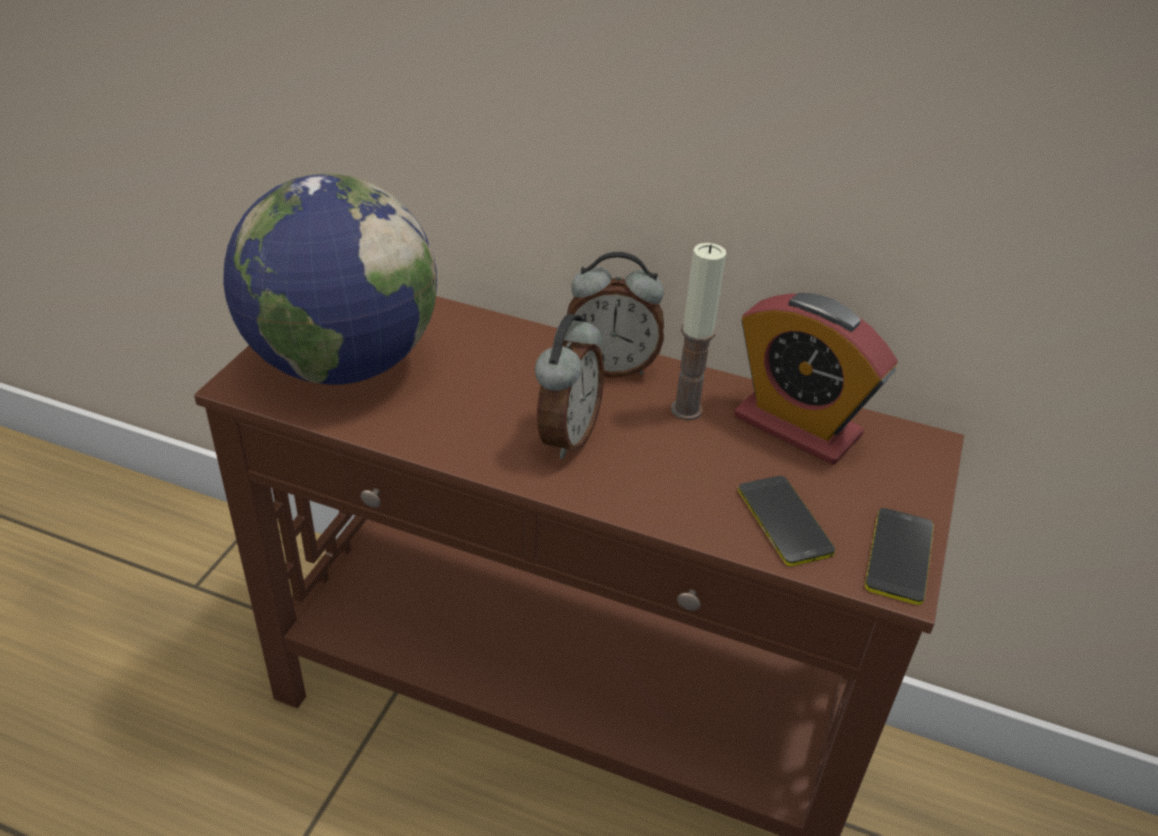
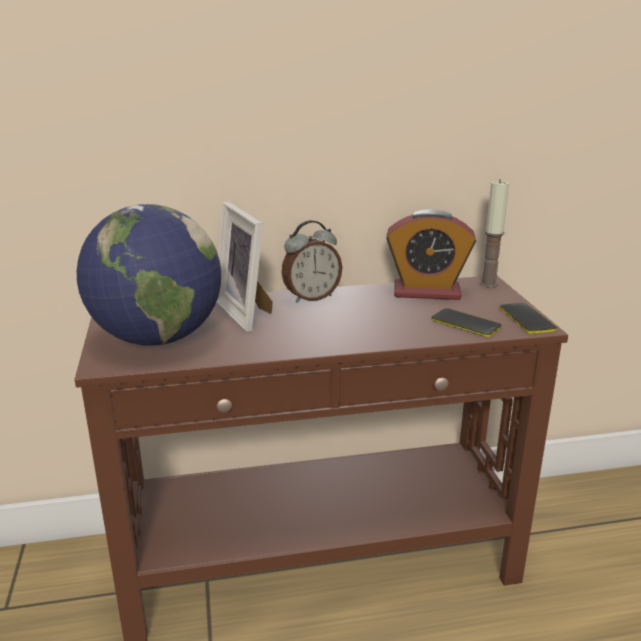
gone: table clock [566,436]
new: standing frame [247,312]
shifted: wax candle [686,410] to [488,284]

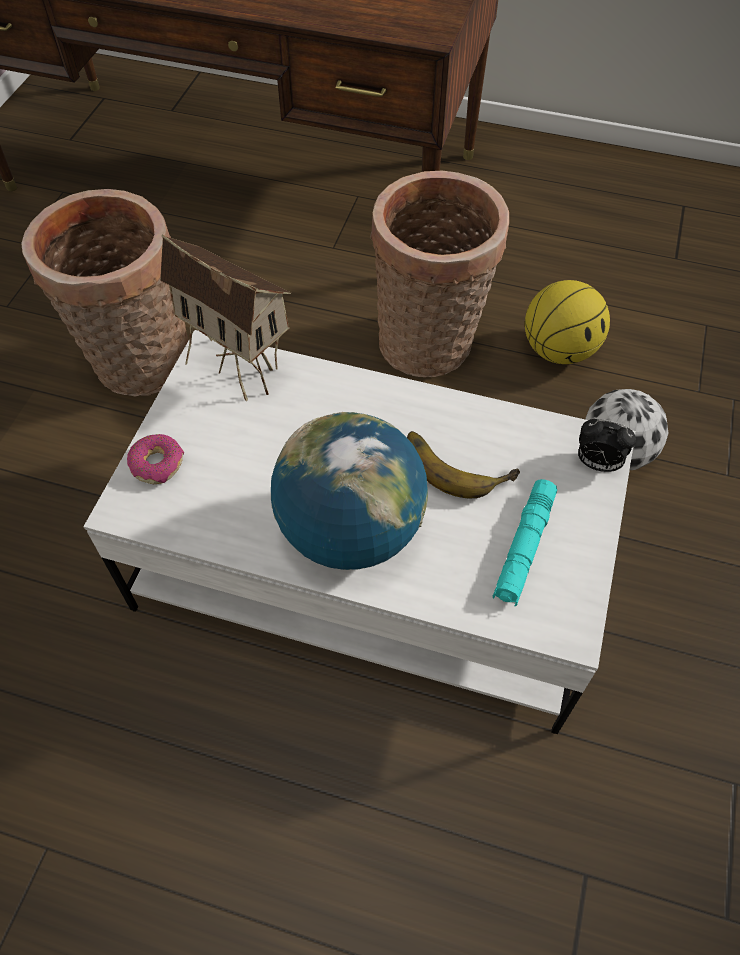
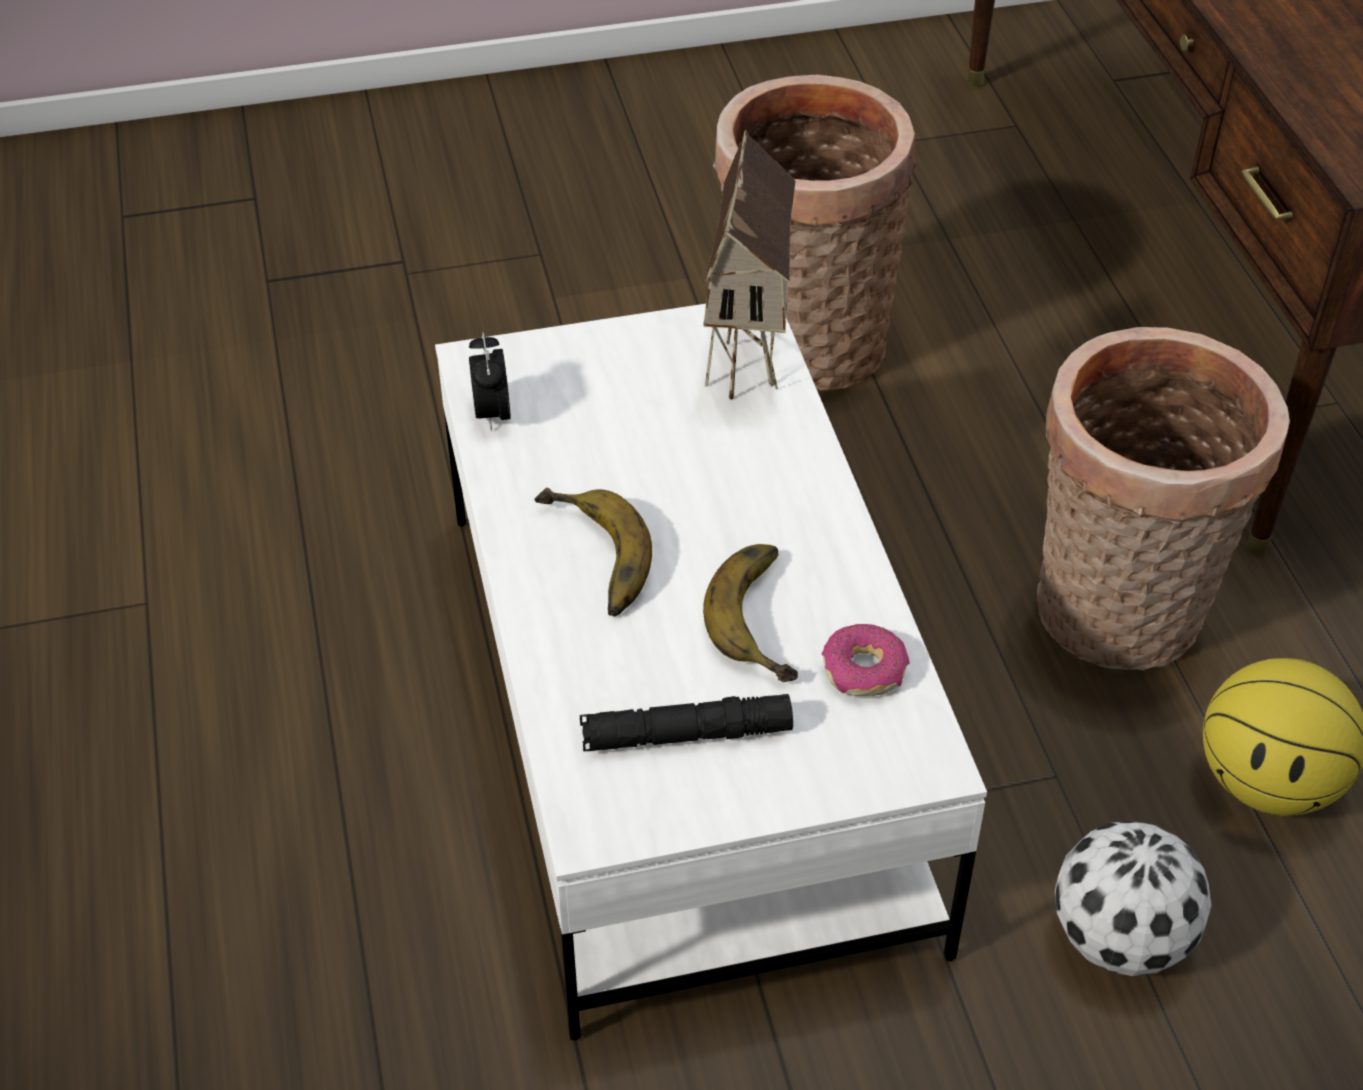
shifted: ring doughnut [157,464] to [864,671]; table clock [596,463] to [492,413]
swapped: world globe [350,531] to banana fruit [588,559]
repainted: torch (turquoise-coloured) [524,547] to torch (black-coloured) [686,735]

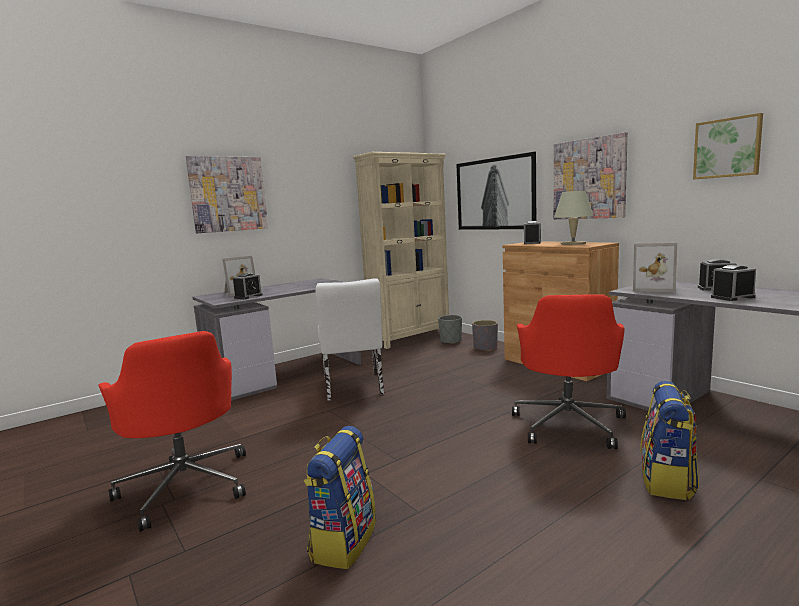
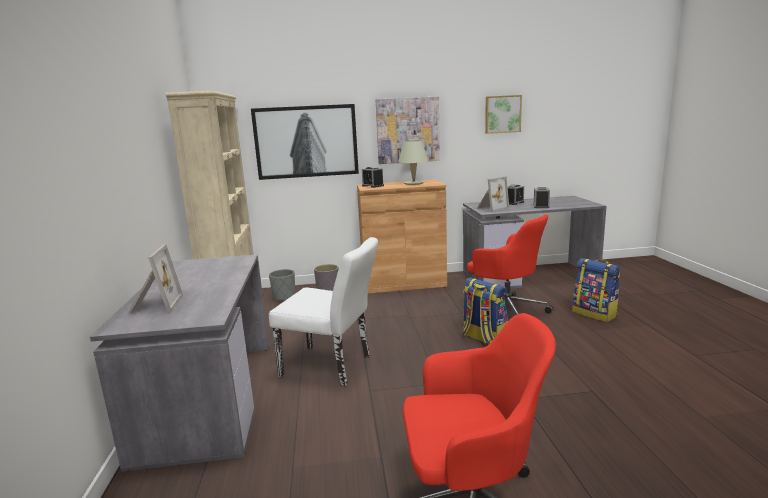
gone: wall picture [228,194]; table clock [248,296]
shifted: knapsack [343,541] to [483,338]

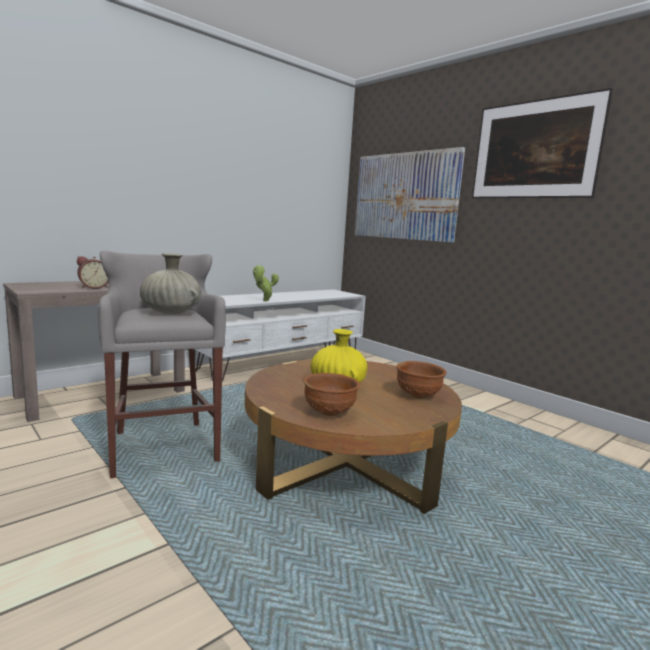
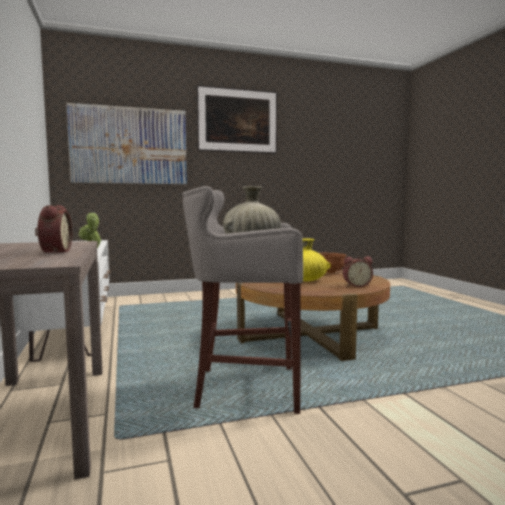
swapped: deep dish (brownish) [330,413] to table clock [356,285]

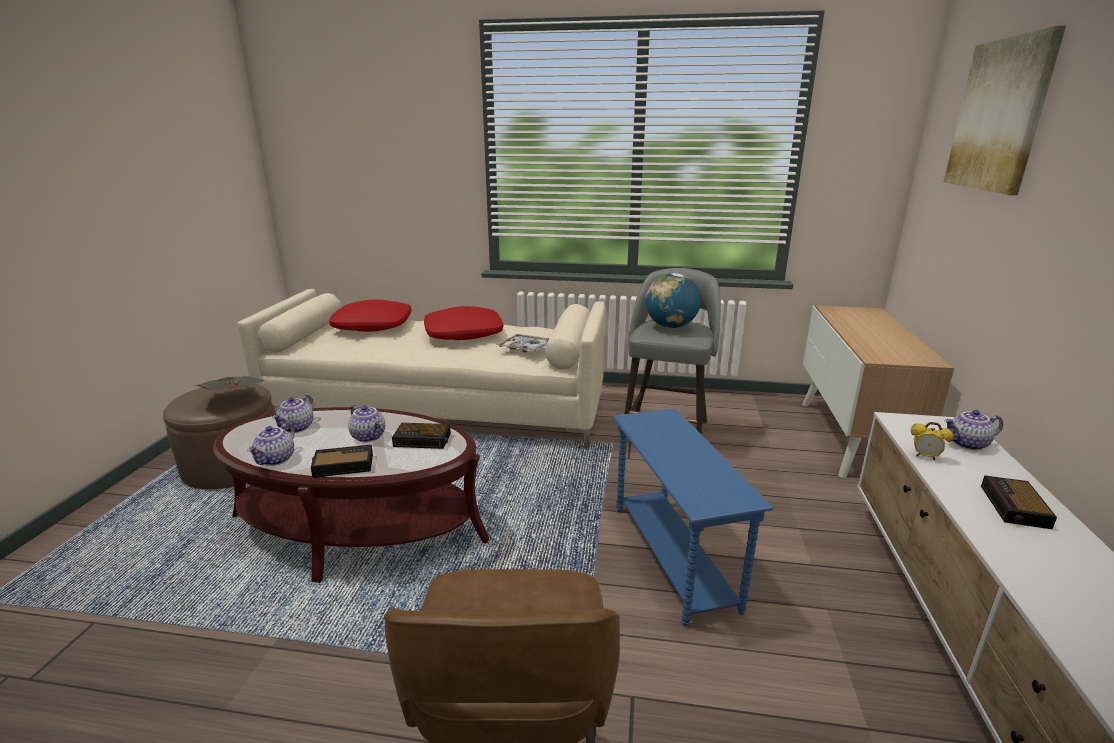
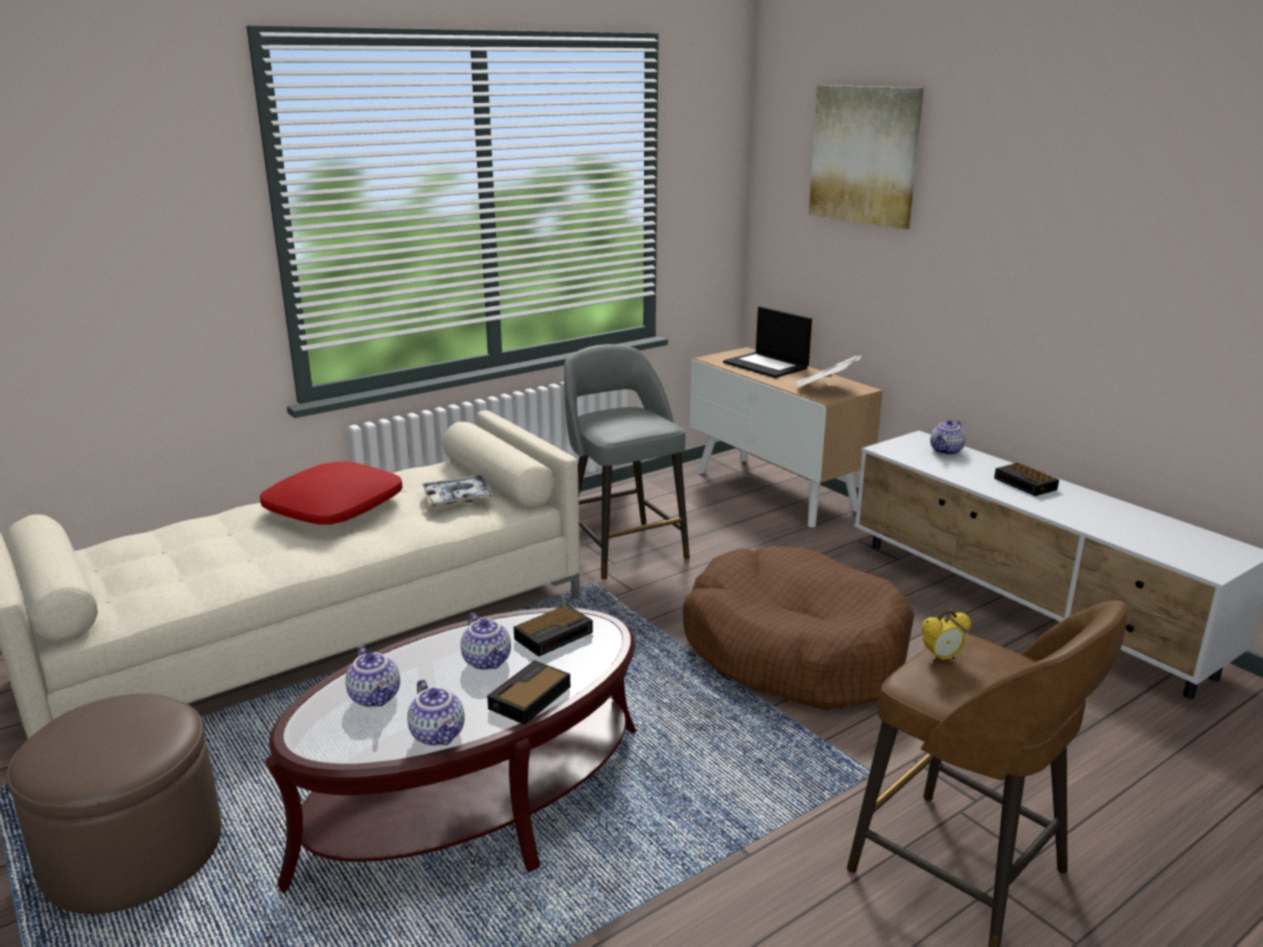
gone: cushion (red) [373,325]; world globe [671,326]
new: portable computer [767,365]
shifted: printed paper [235,399] to [824,388]; table clock [925,457] to [941,658]
swapped: accent table (blue-coloured) [674,555] to dog cushion (brownish) [794,650]
rotated: teapot [369,436] = [488,661] 60 degrees clockwise

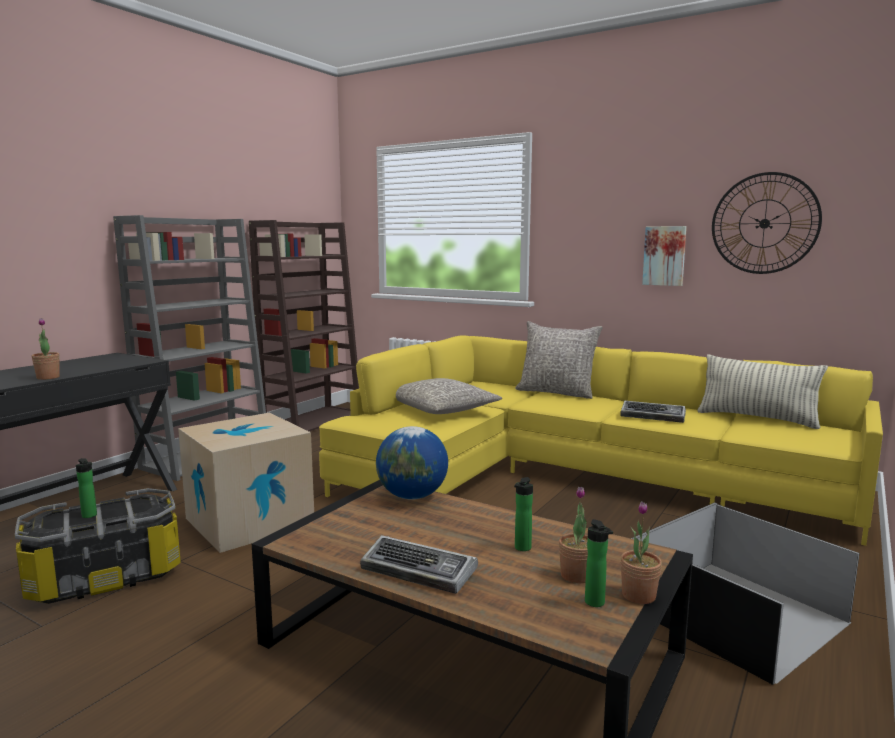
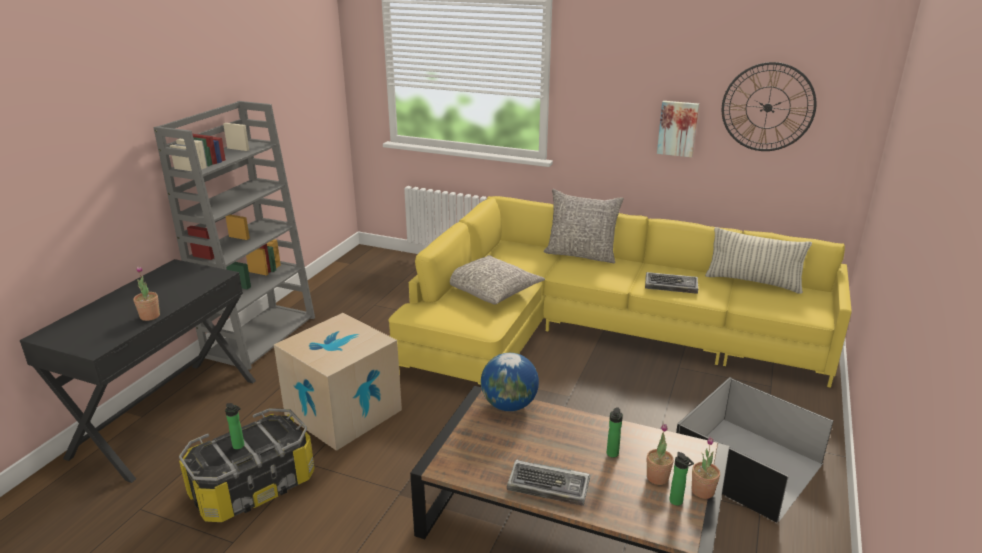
gone: shelving unit (brownish) [313,422]

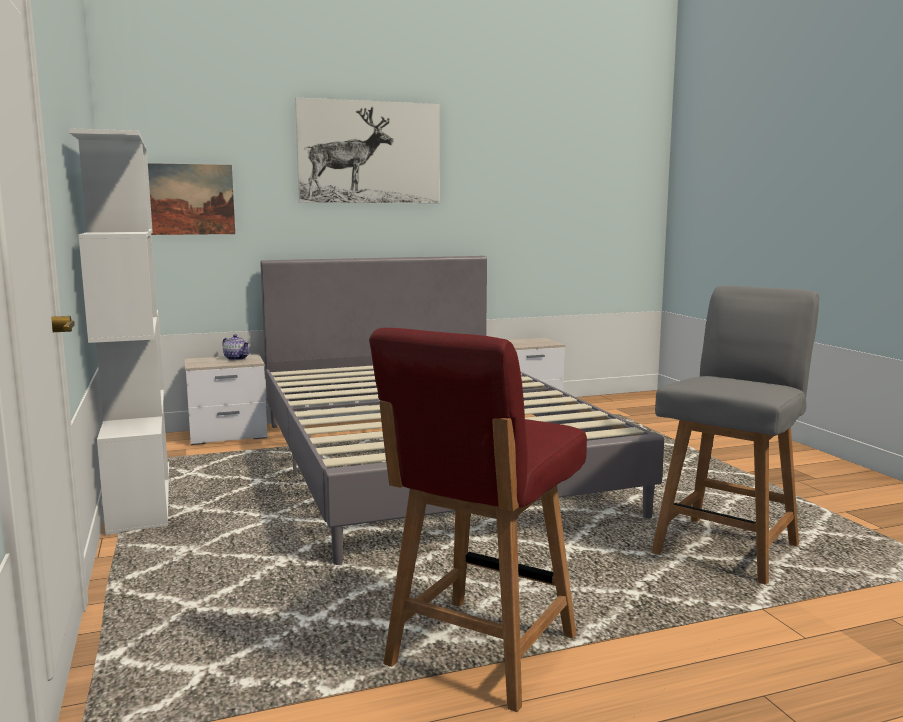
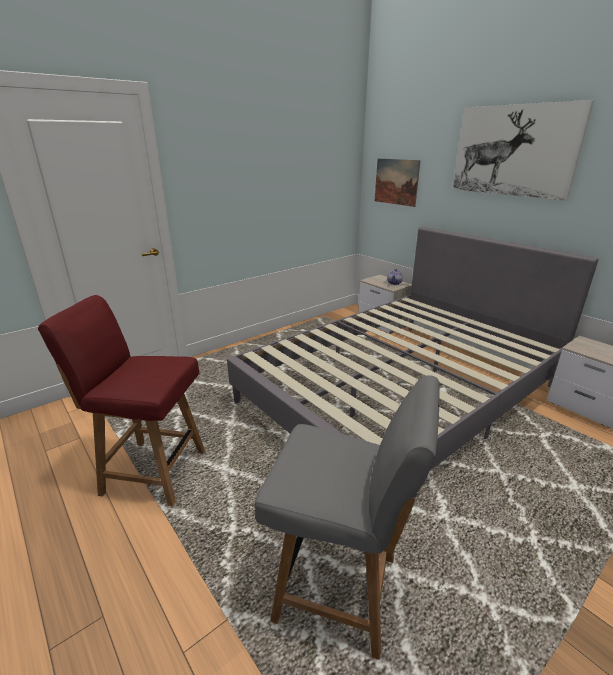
gone: shelving unit (whitish) [139,495]

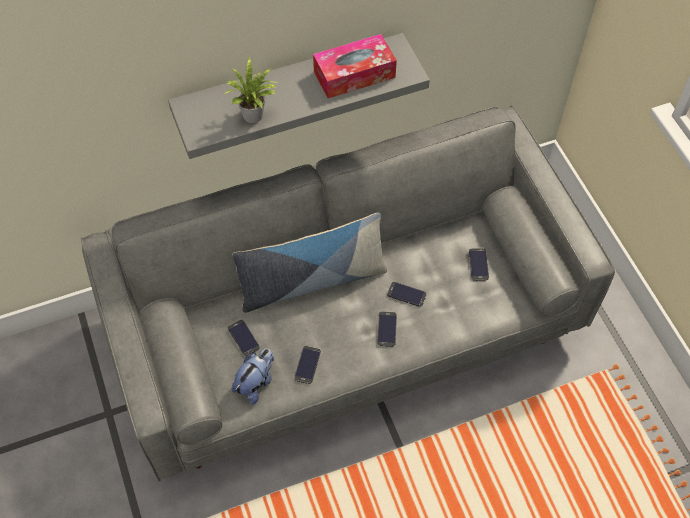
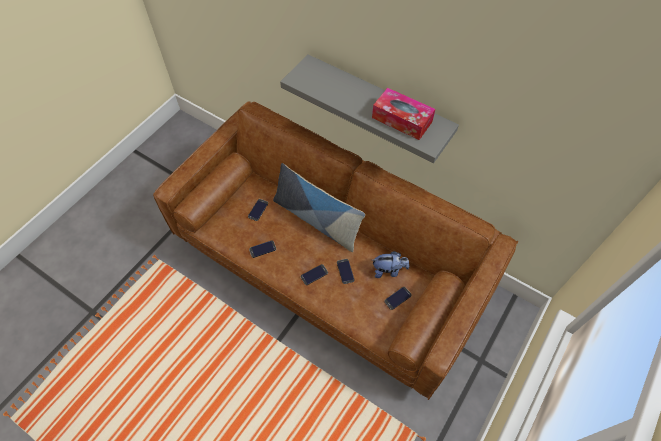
gone: houseplant [255,116]
shifted: cuddly toy [256,383] to [388,270]
repainted: couch (greyish) [345,329] to couch (brownish) [330,267]

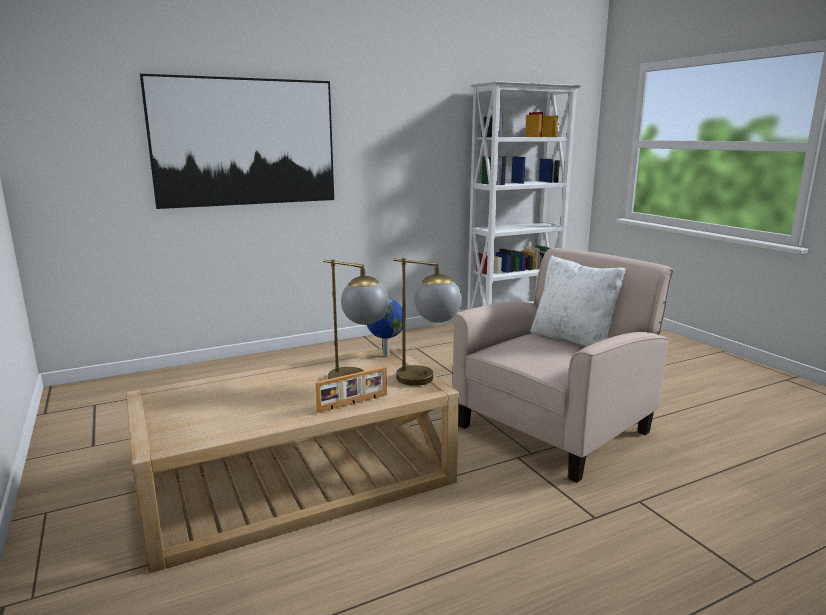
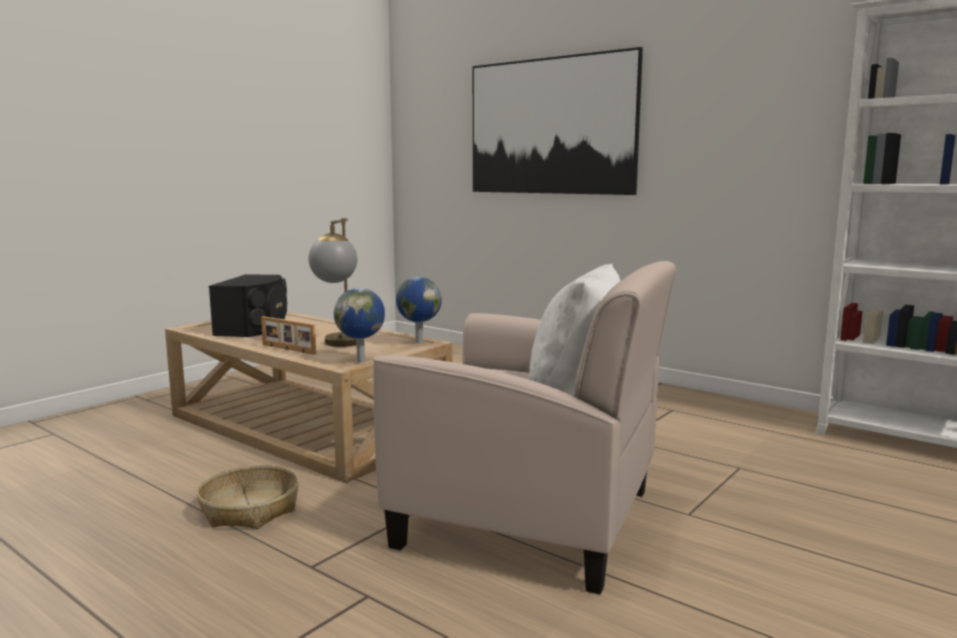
new: storage basket [249,509]; loudspeaker (black-coloured) [255,328]
swapped: lamp for a table [427,380] to world globe [362,360]

